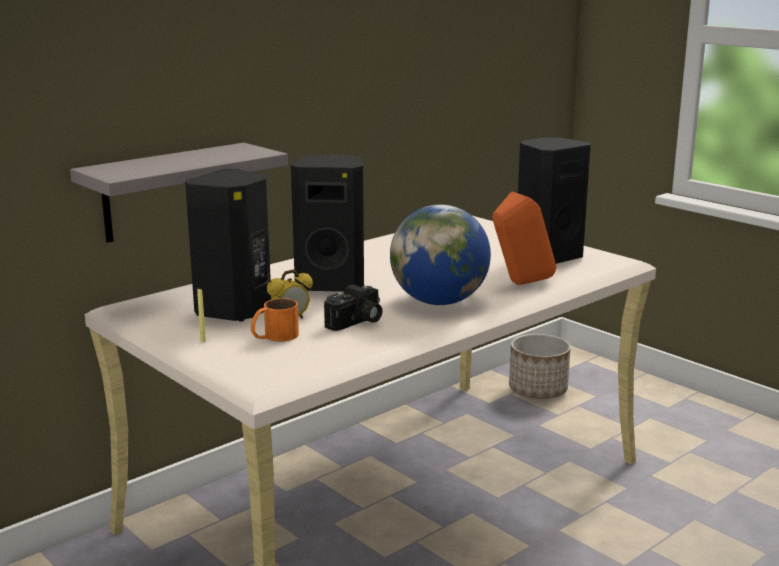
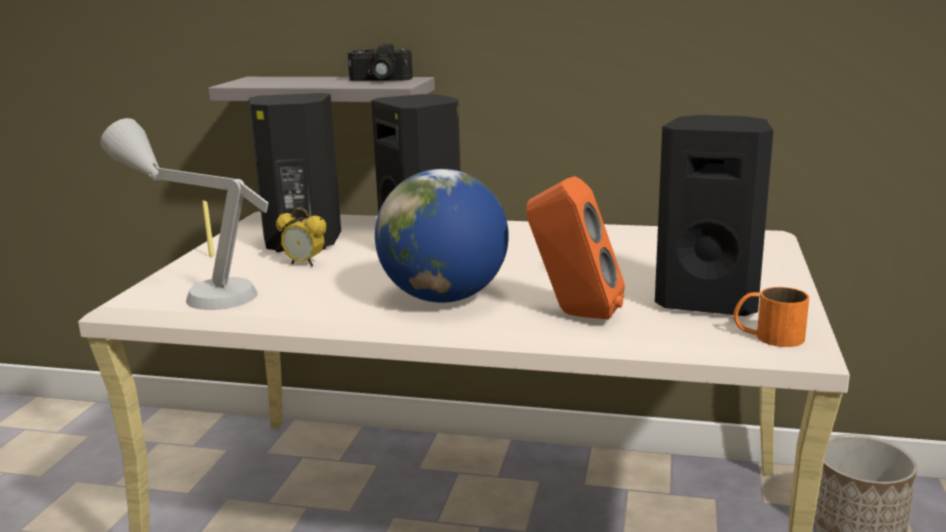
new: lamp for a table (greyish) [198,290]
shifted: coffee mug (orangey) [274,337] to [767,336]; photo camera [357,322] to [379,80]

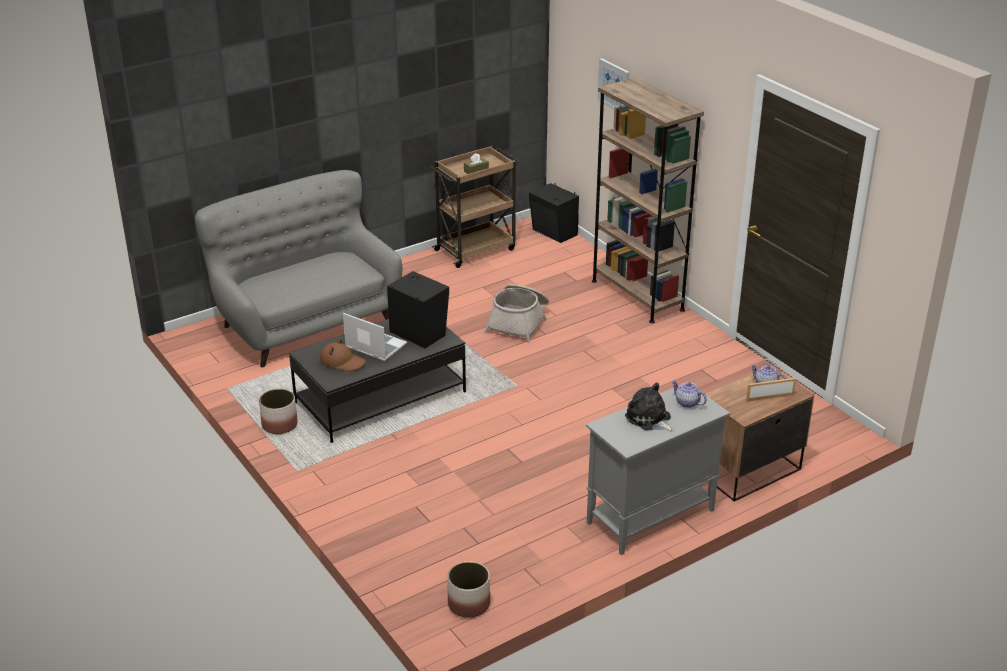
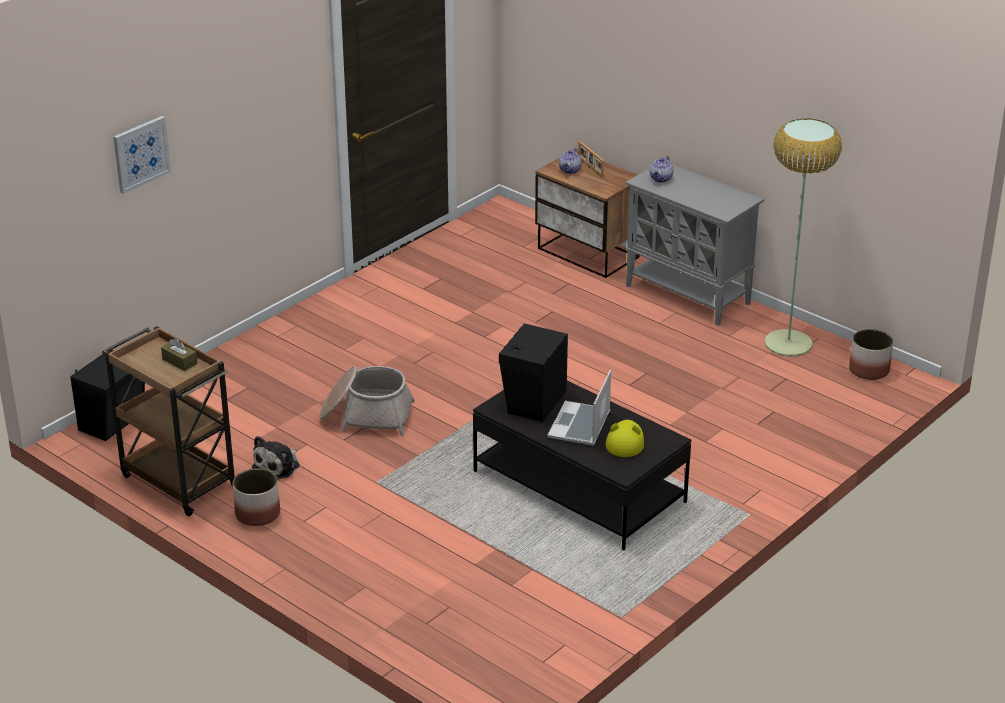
gone: couch (greyish) [306,322]; shelving unit (brownish) [637,295]
new: floor lamp [787,343]
shifted: flower pot [279,424] to [257,514]; cuddly toy [649,419] to [278,466]
repainted: hat (brownish) [342,361] to hat (yellowish) [625,442]

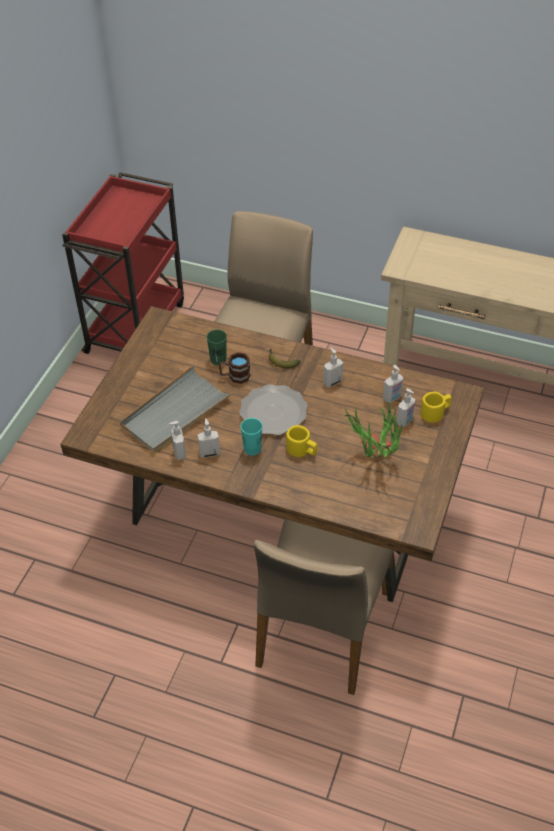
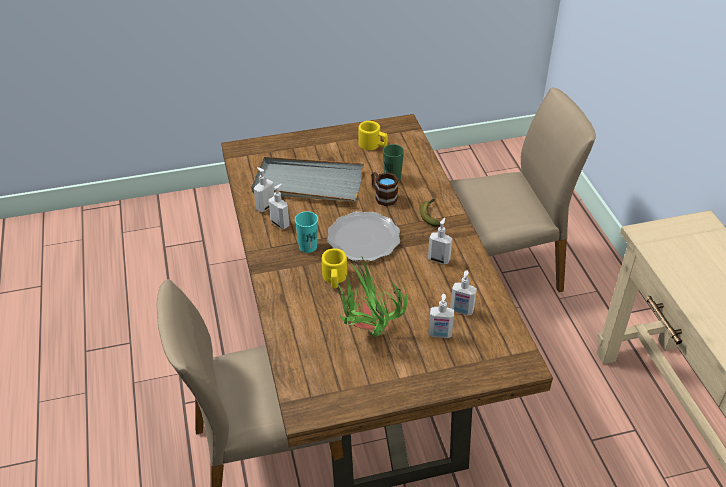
gone: wheeled cart (red) [136,326]
shifted: coffee mug (yellowish) [435,412] to [373,145]

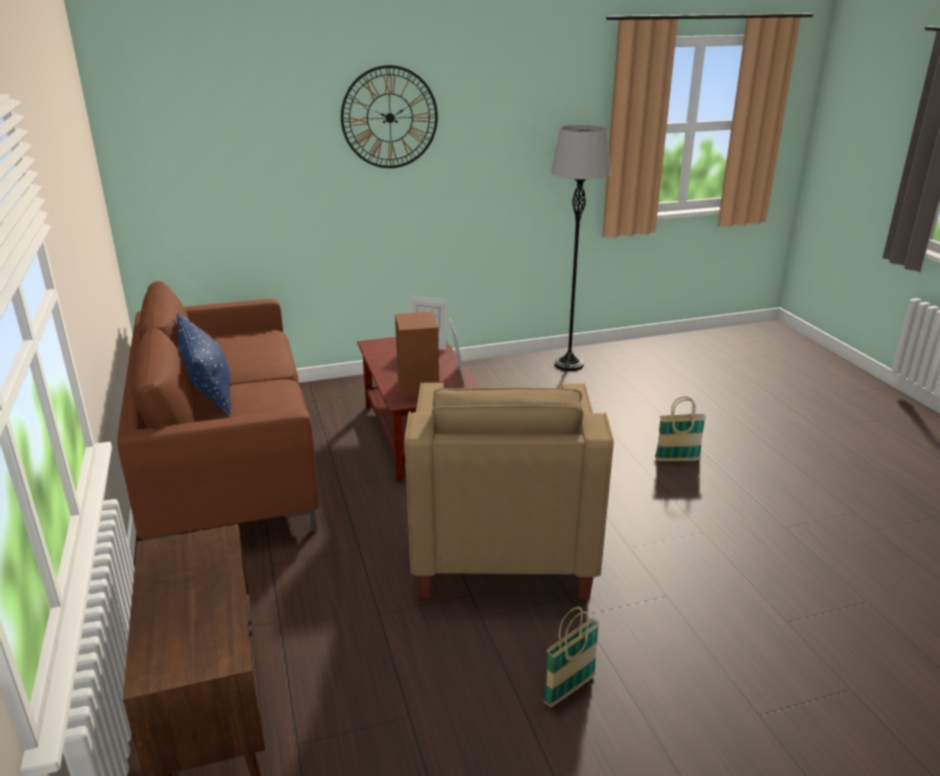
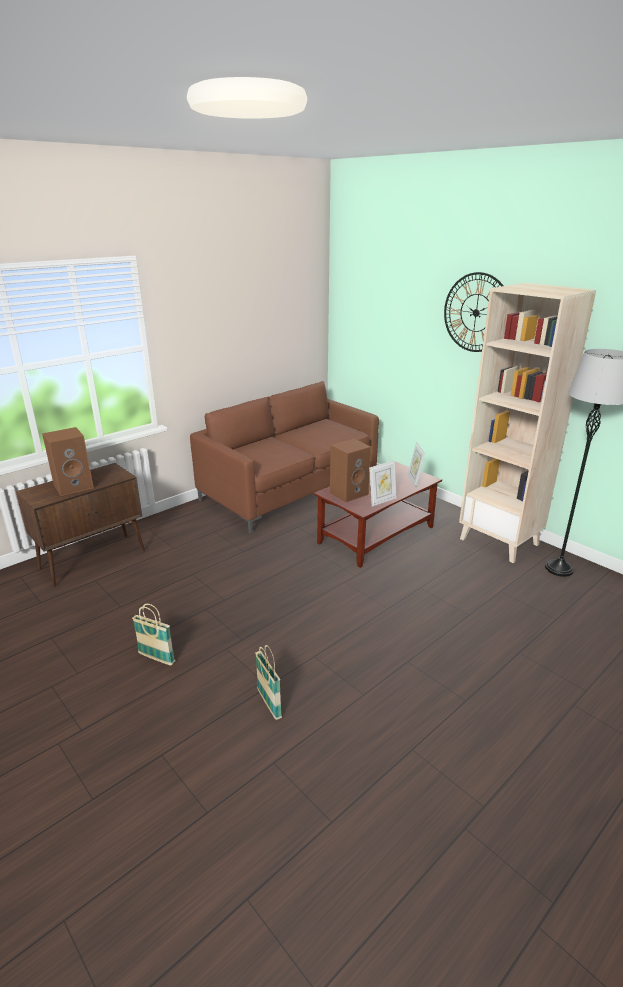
gone: cushion (blue-coloured) [209,391]; lounge chair (beige) [501,541]
new: loudspeaker (brownish) [74,486]; shelving unit (beige) [500,541]
shifted: storage basket [677,459] to [269,704]

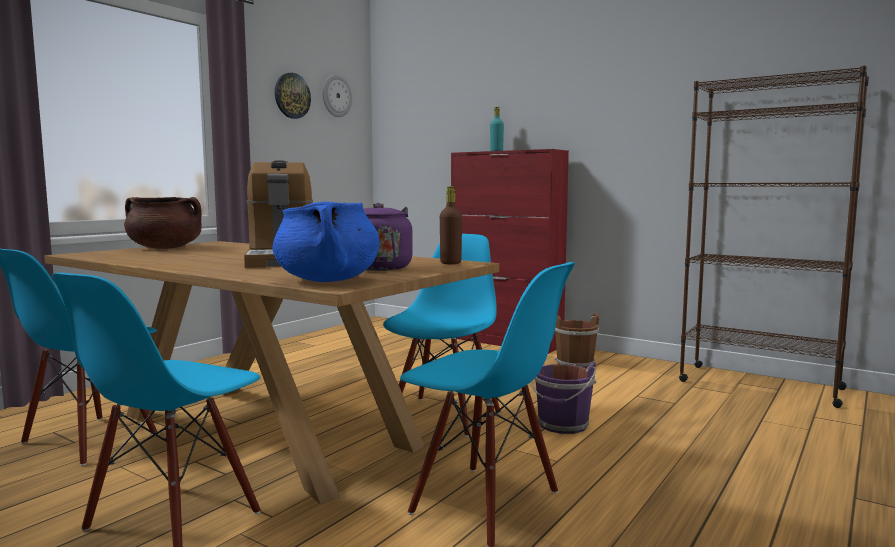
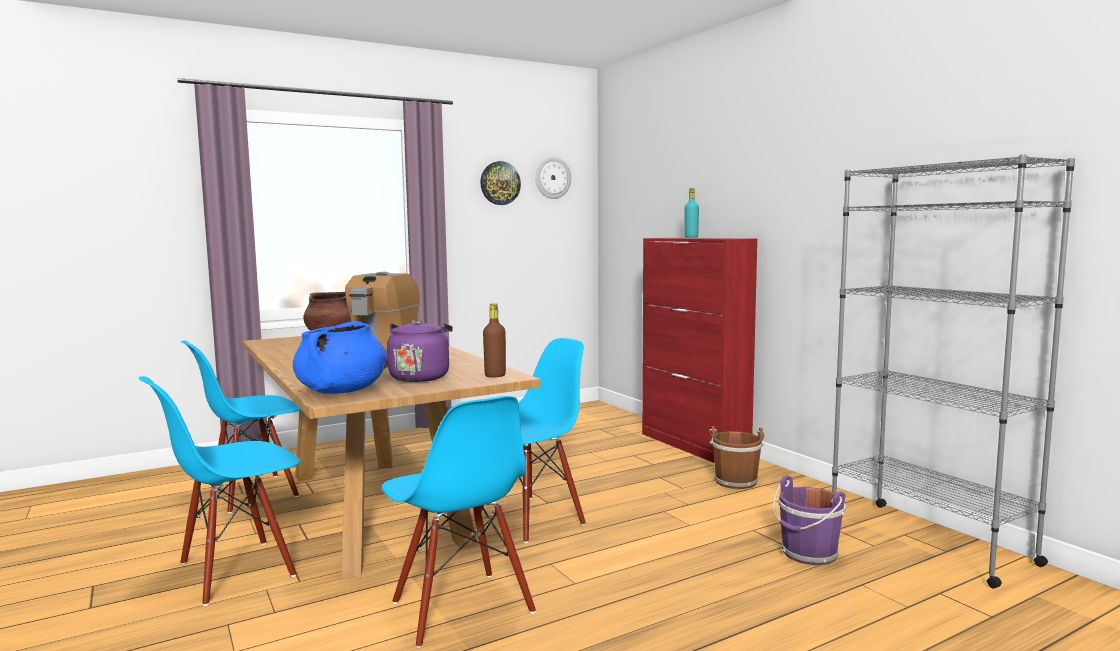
shifted: bucket (purple-coloured) [562,425] to [808,554]
repainted: shelving unit (brownish) [759,384] to shelving unit (greyish) [928,541]

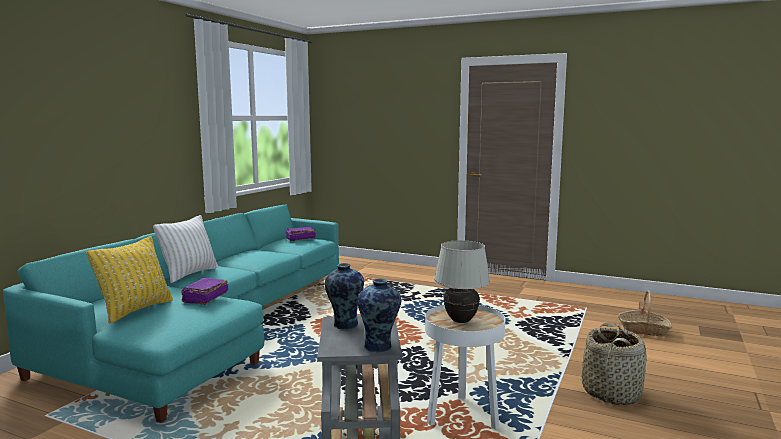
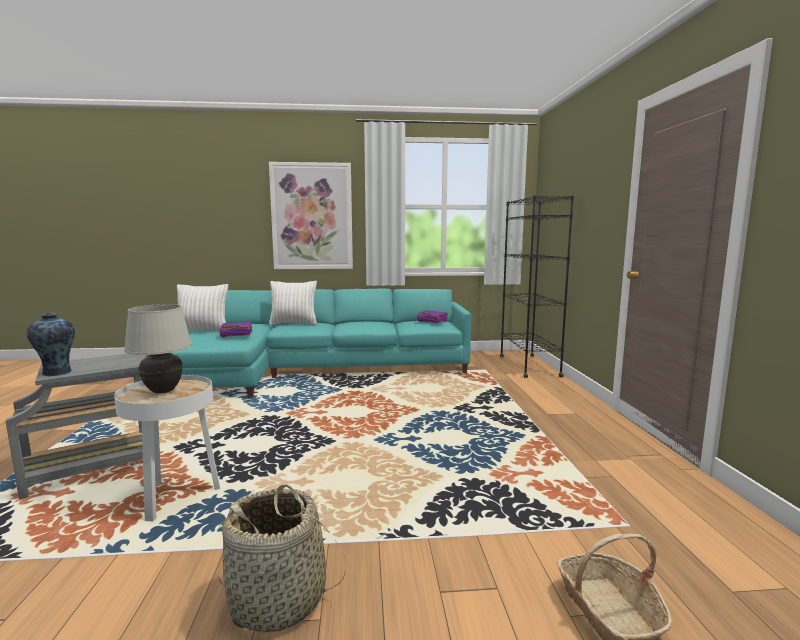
gone: vase [344,325]
new: wall picture [312,216]; shelving unit (black-coloured) [529,366]
repainted: cushion (yellowish) [135,310] to cushion (whitish) [203,331]

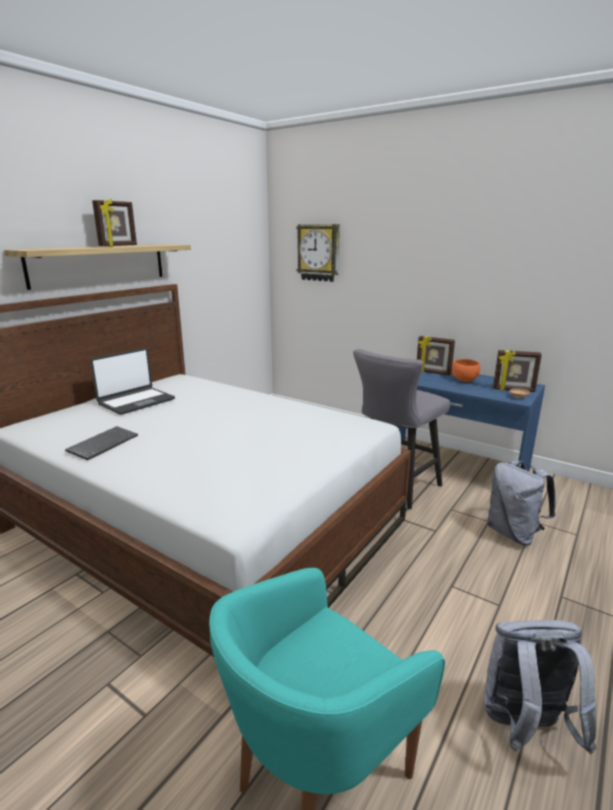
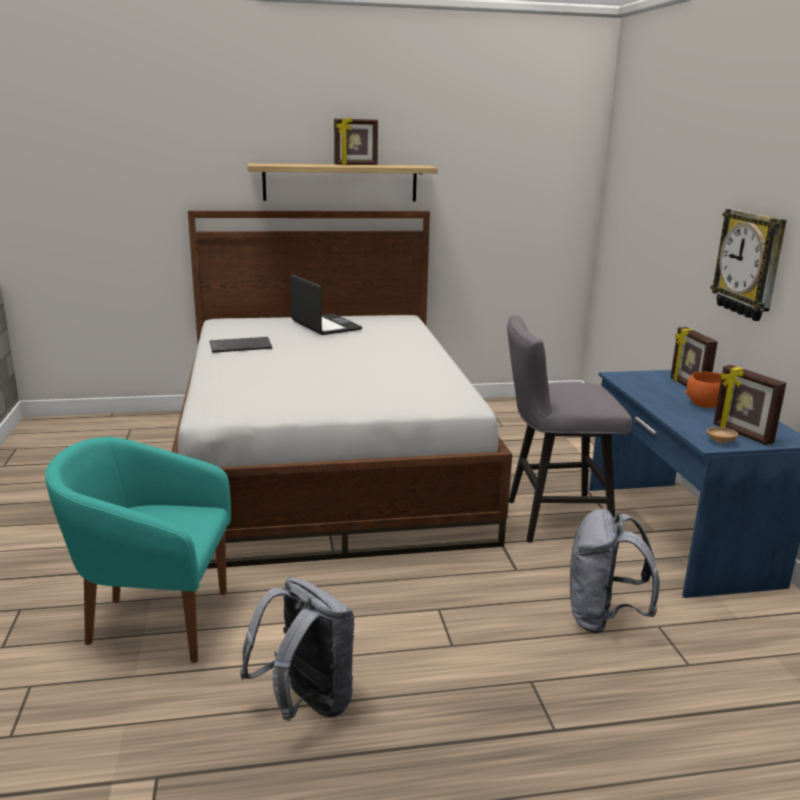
shifted: clock on the wall [319,252] to [750,264]
rotated: portable computer [136,401] = [325,326] 120 degrees counterclockwise

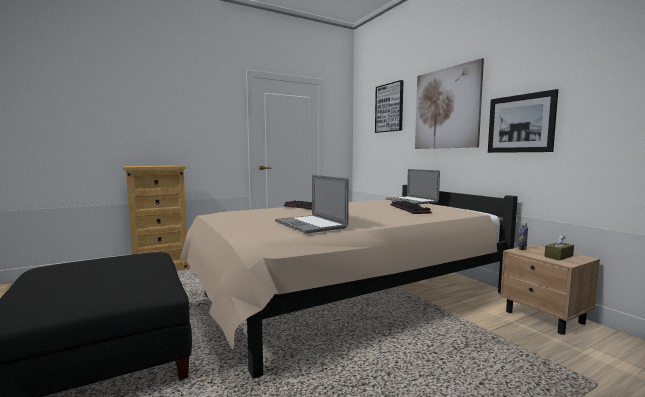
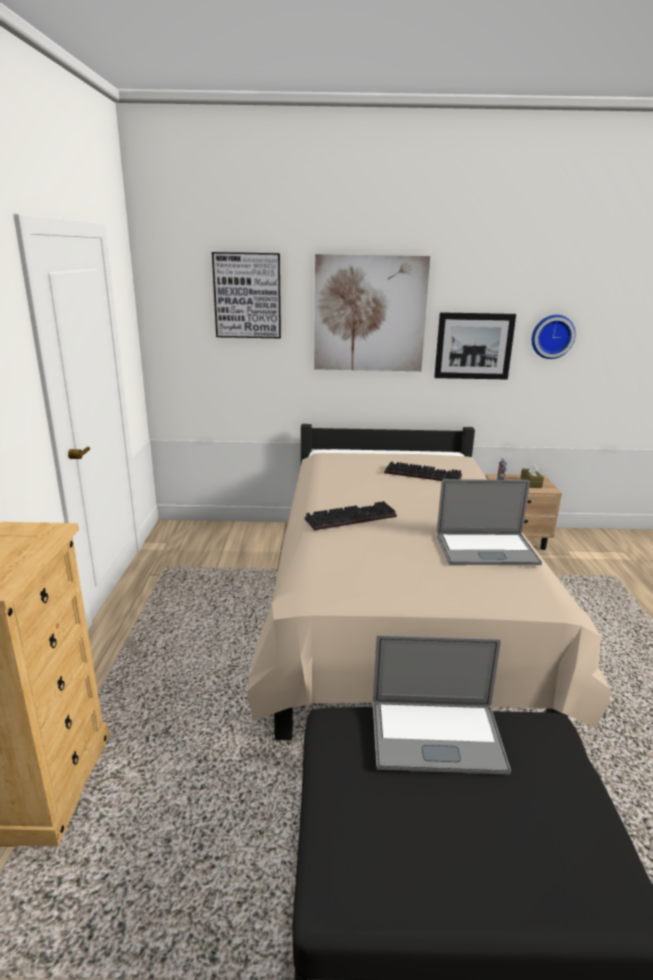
new: clock on the wall [552,336]
shifted: portable computer [411,201] to [436,736]

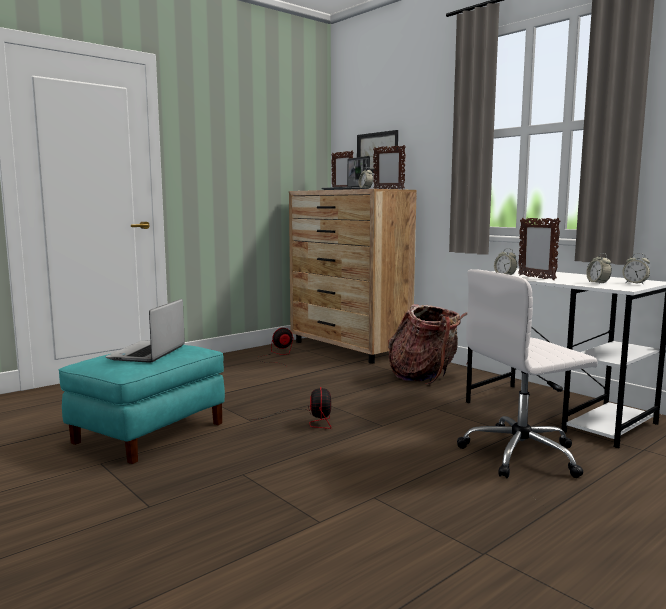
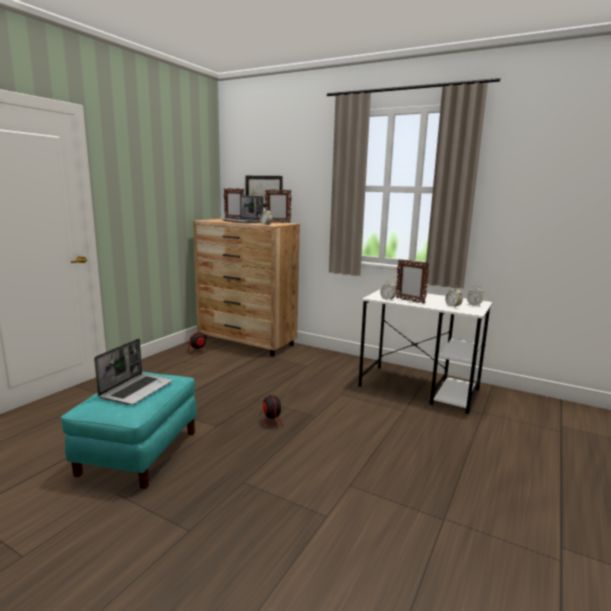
gone: knapsack [427,377]; computer chair (whitish) [522,454]
rotated: portable computer [148,353] = [137,390] 150 degrees counterclockwise

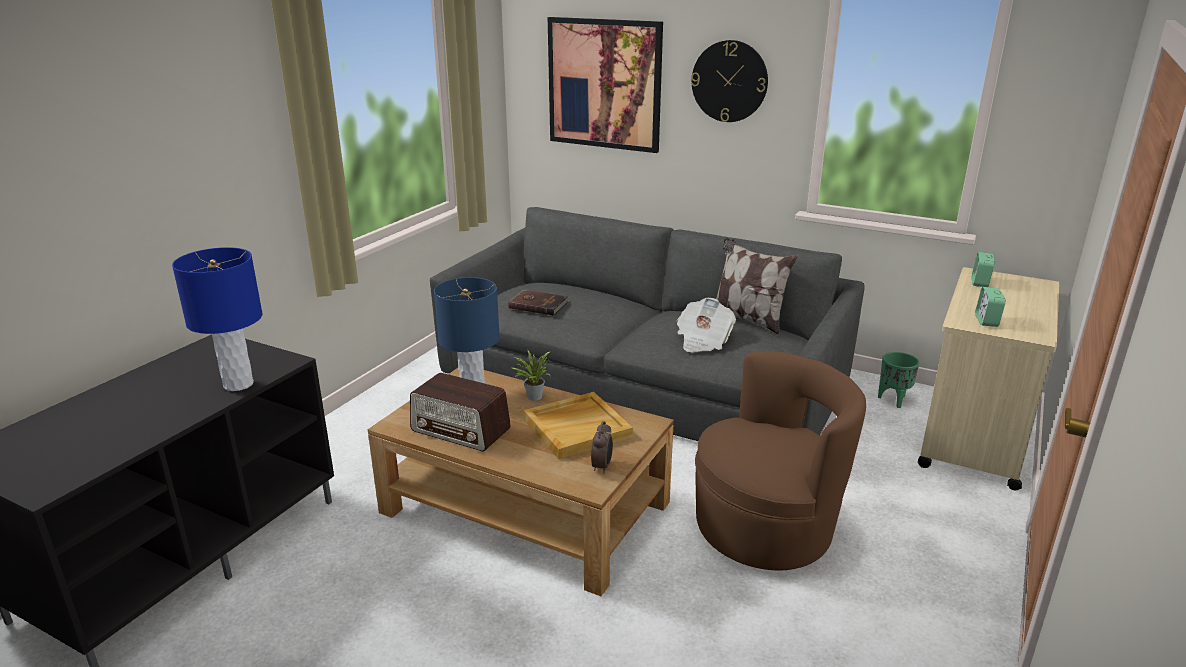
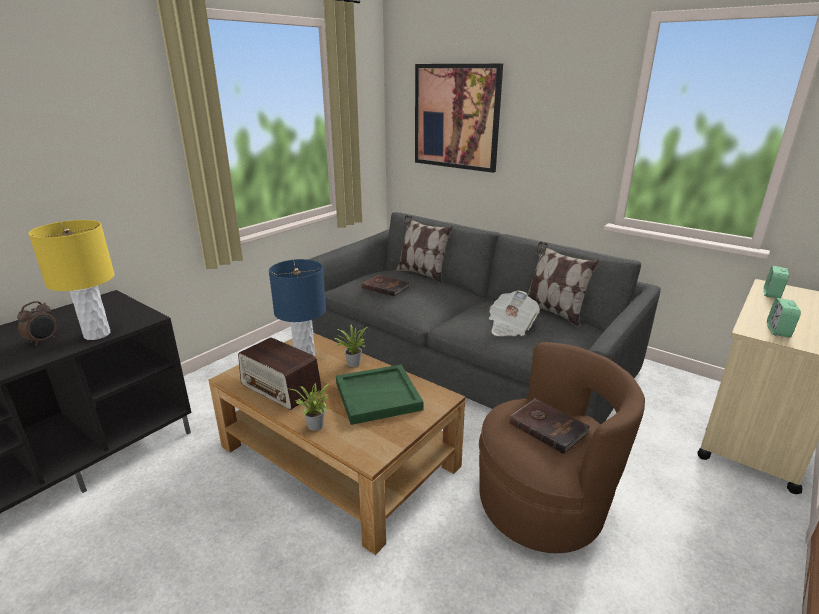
gone: clock on the wall [729,81]; flower pot (green) [893,400]
new: houseplant [315,427]; cushion [422,273]; bound book (brownish) [548,427]
shifted: table clock [602,466] to [43,341]
repainted: lamp for a table (blue-coloured) [238,384] to lamp for a table (yellowish) [97,334]; carrying tray (beige) [577,428] to carrying tray (green) [378,395]

